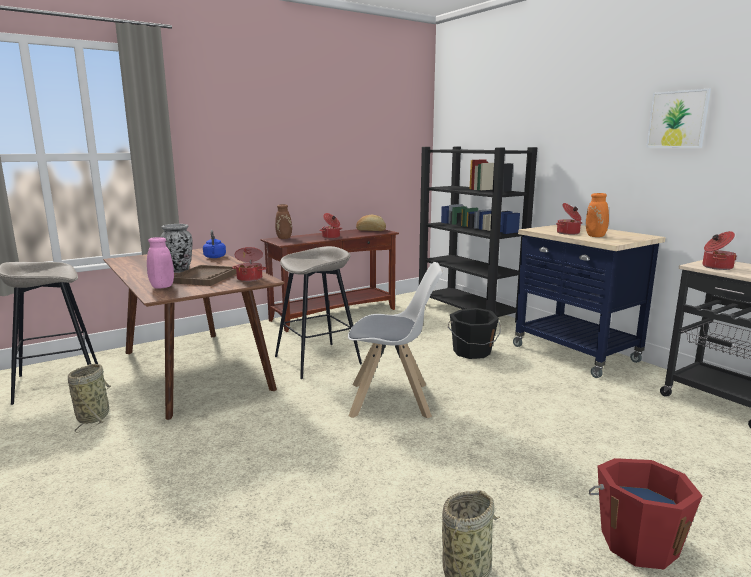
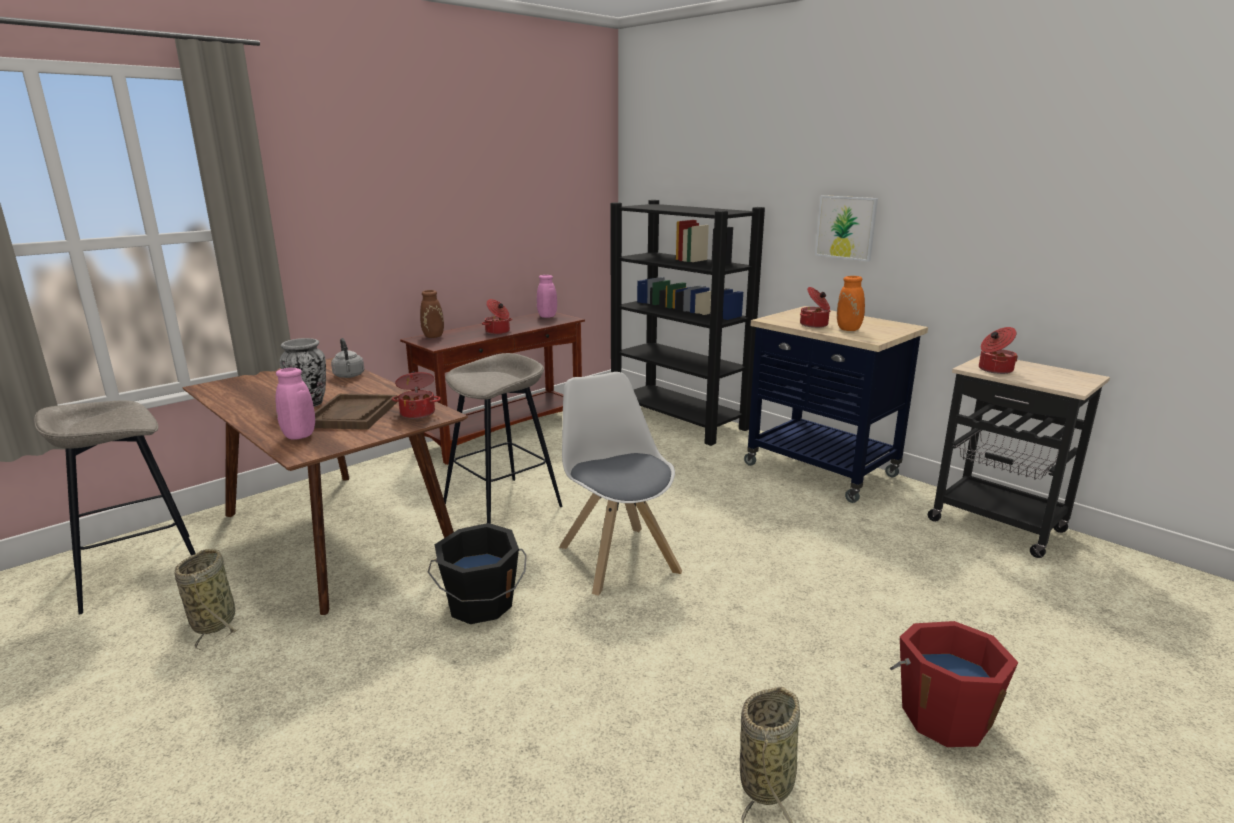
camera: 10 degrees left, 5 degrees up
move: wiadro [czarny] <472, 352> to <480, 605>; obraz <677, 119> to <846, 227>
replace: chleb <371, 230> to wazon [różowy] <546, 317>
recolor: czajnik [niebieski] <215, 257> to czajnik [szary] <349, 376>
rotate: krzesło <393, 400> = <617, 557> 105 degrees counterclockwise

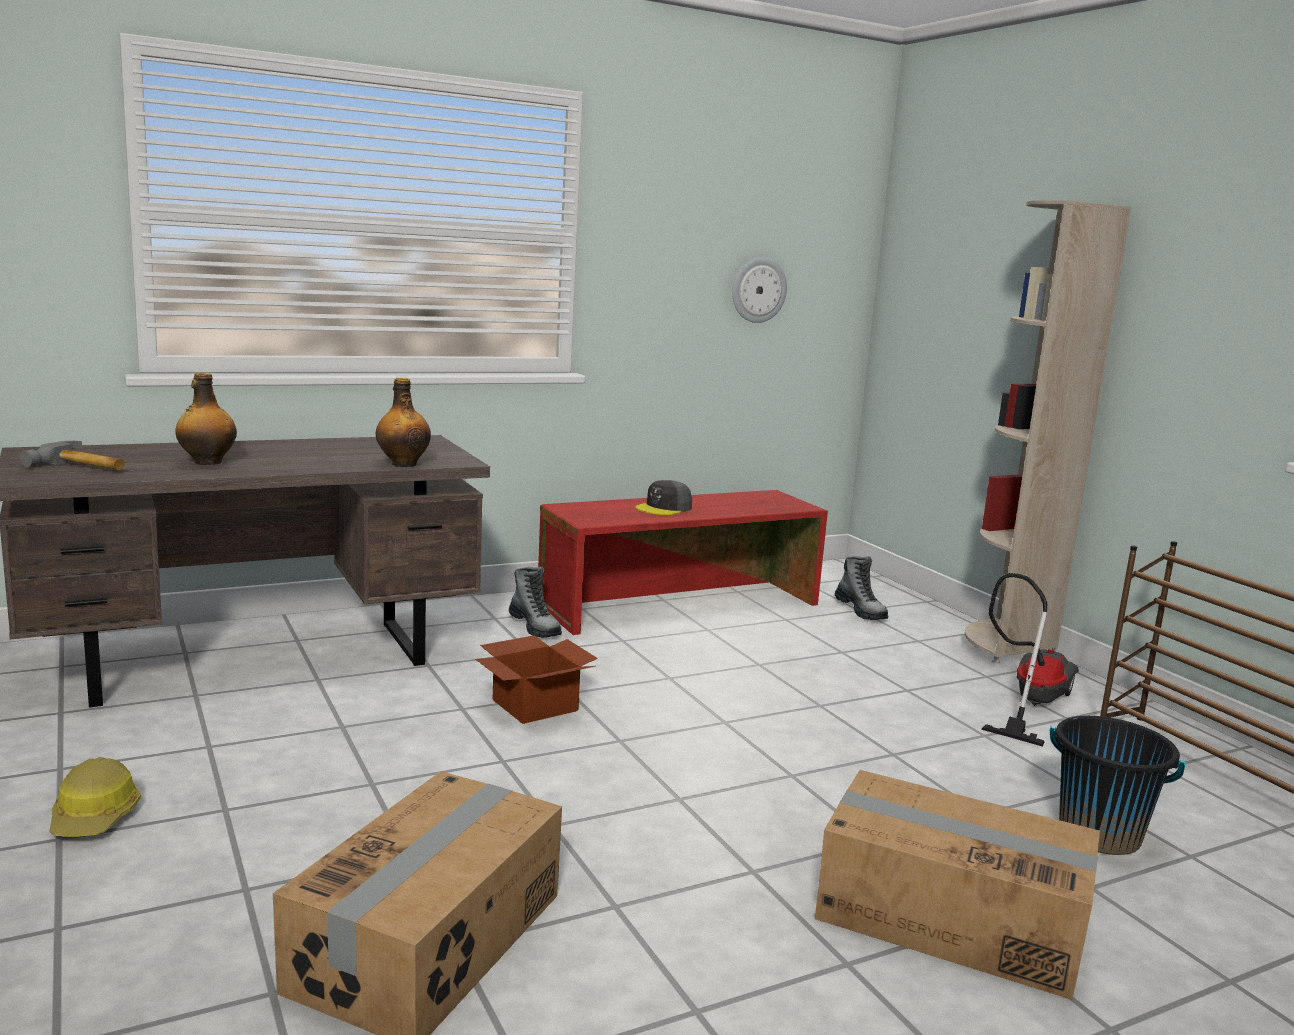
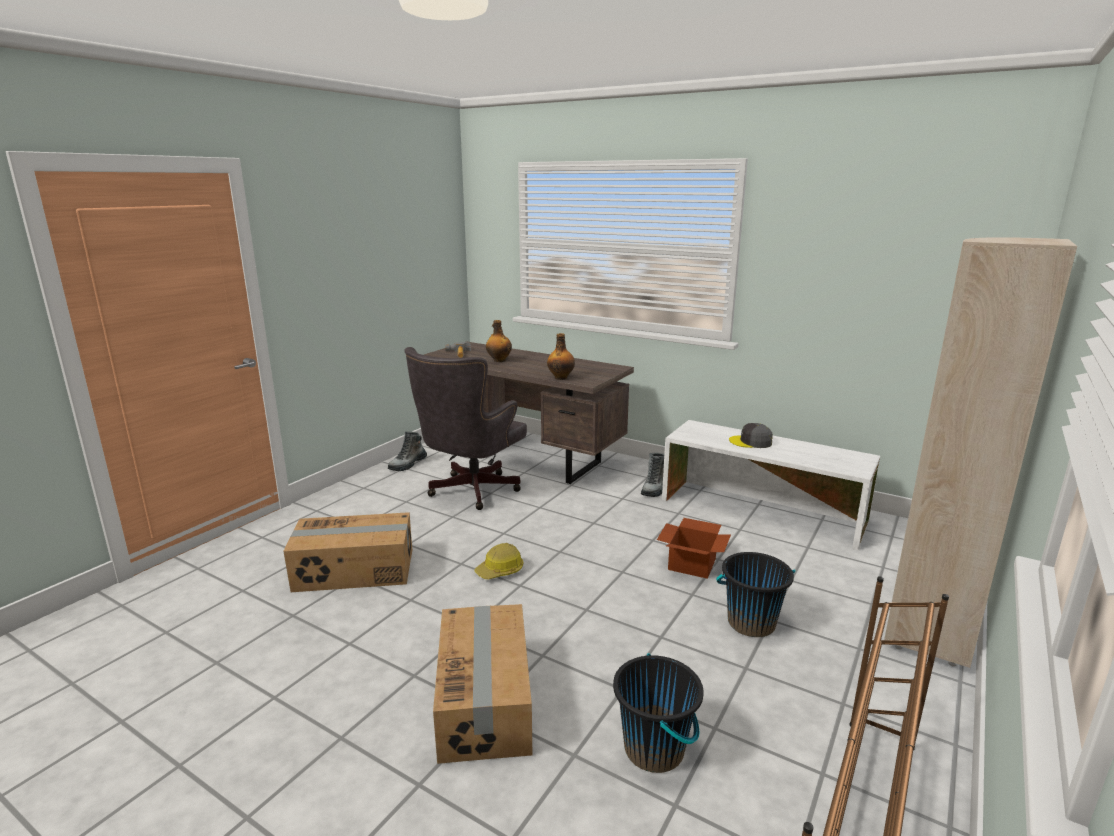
camera: 60 degrees right, 5 degrees up
delete: zegar ścienny <758, 290>; odkurzacz <1028, 702>
insert: krzesło biurowe [szary] <471, 492>; wiadro [czarny] <751, 623>
move: kask <95, 817> to <500, 571>; karton <535, 704> to <693, 564>; but z cholewką <861, 610> to <408, 464>
recolor: ławka [czerwony] <681, 603> to ławka [biały] <763, 510>

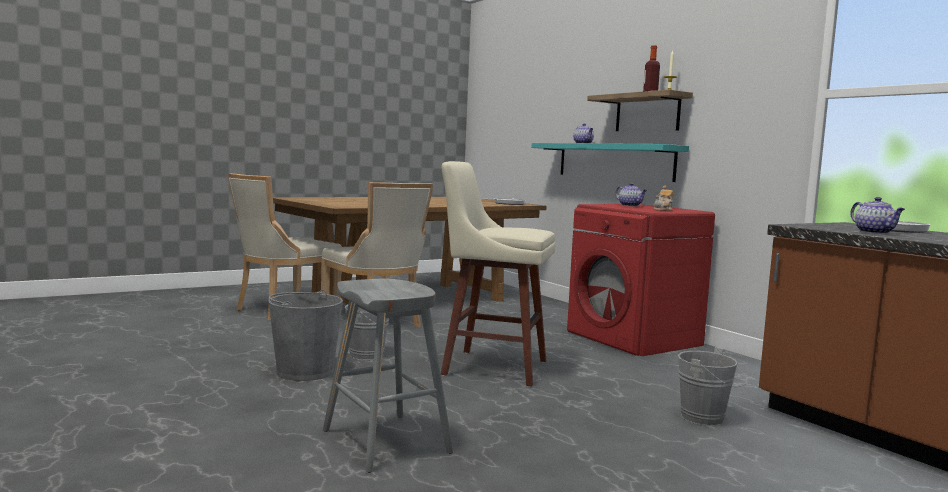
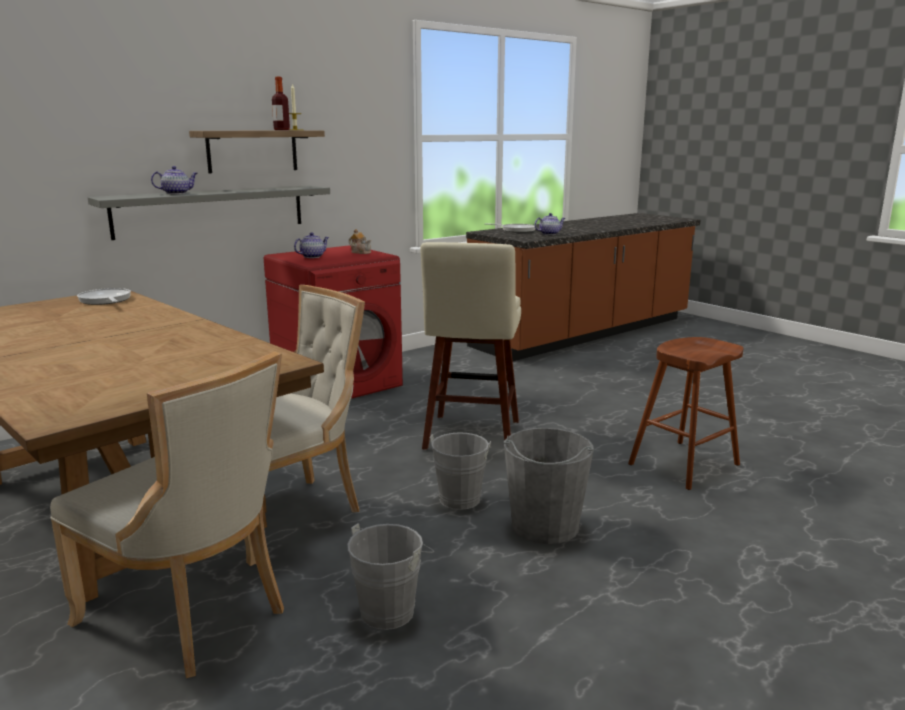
camera: 95 degrees left, 10 degrees up
move: wiadro [szary] <707, 419> to <391, 609>
recolor: stołek [szary] <385, 441> to stołek [brązowy] <683, 464>; półka [turkusowy] <614, 161> to półka [szary] <211, 211>

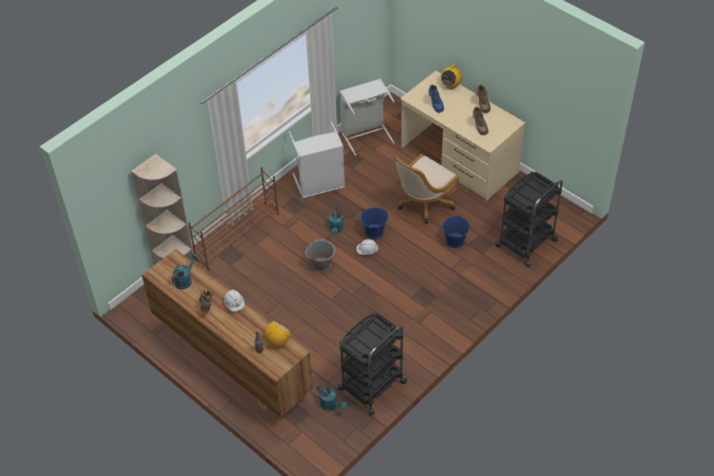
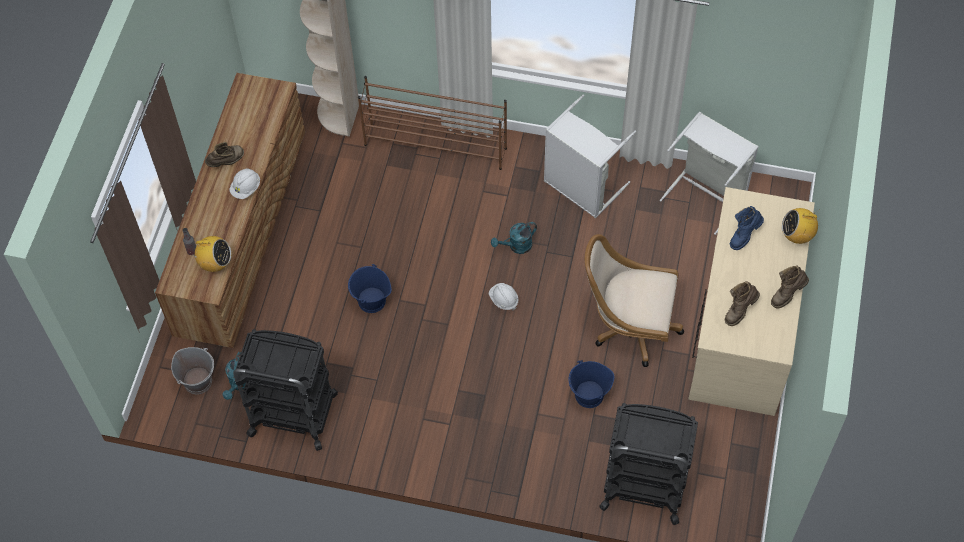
camera: 60 degrees right, 10 degrees up
delete: konewka [turkusowy] <185, 280>
move: wiadro [szary] <321, 265> to <198, 381>; wiadro [niebieski] <374, 232> to <371, 301>

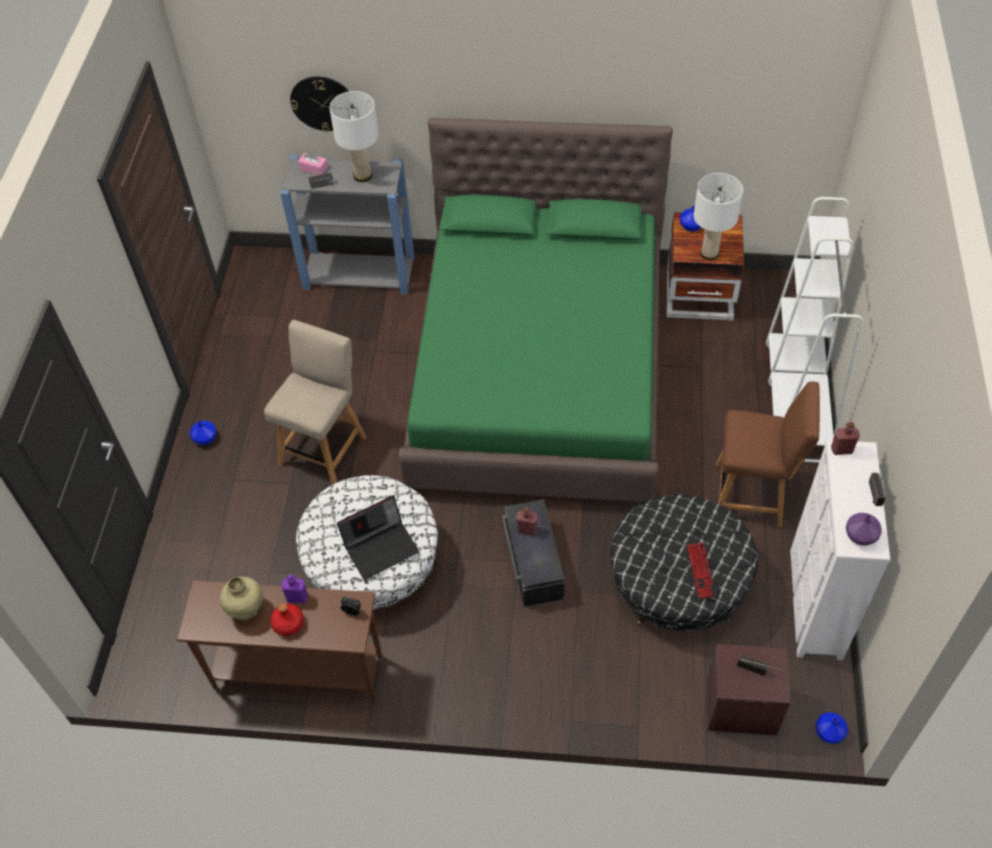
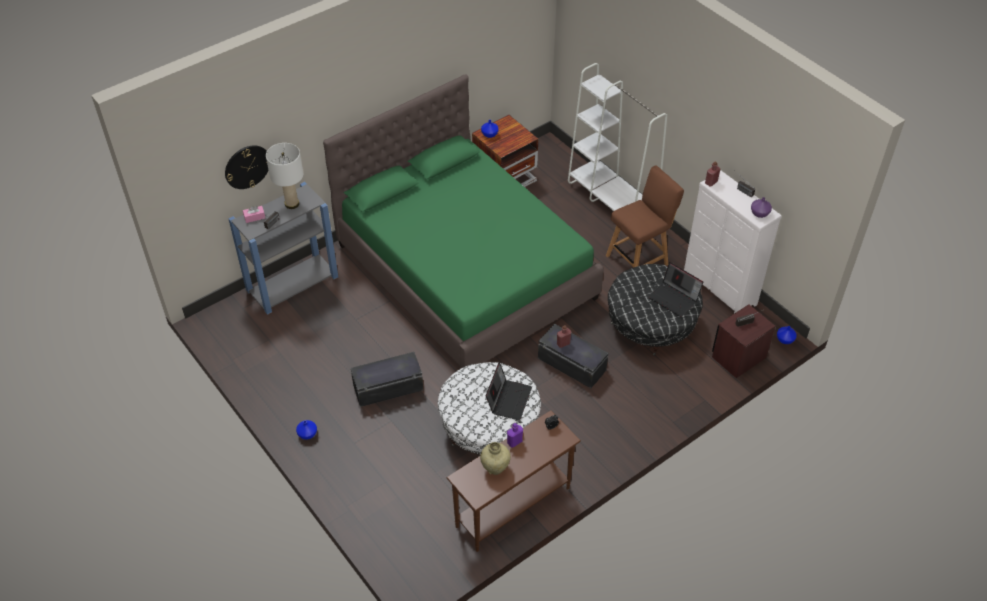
camera: 45 degrees left, 5 degrees down
delete: butelka [czerwony] <288, 623>; lampa stołowa [biały] <709, 253>
replace: krzesło [beżowy] <325, 447> to pojemnik do przechowywania [czarny] <388, 388>; klawiatura <701, 571> to laptop <674, 298>

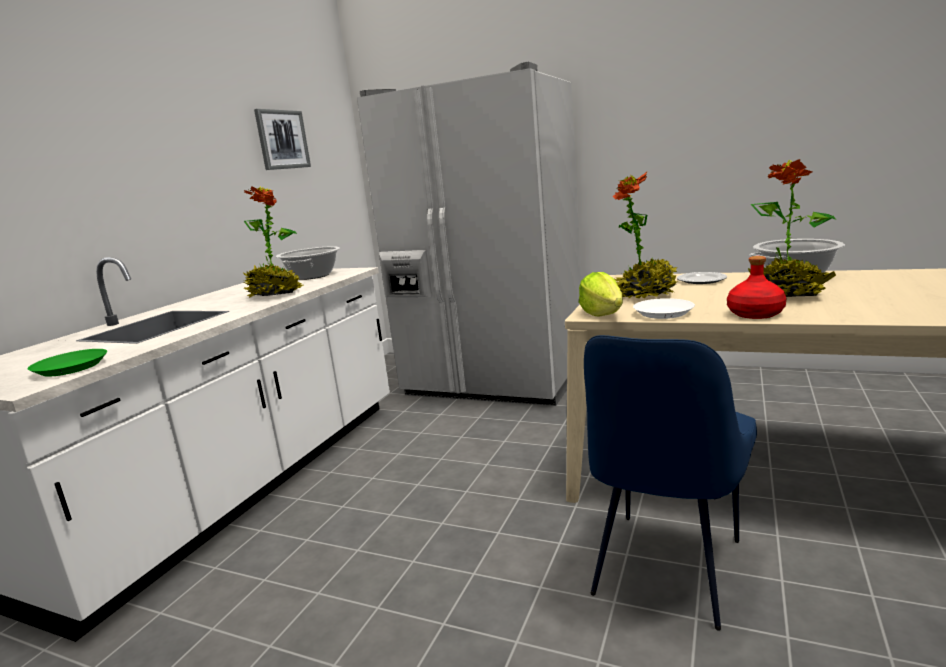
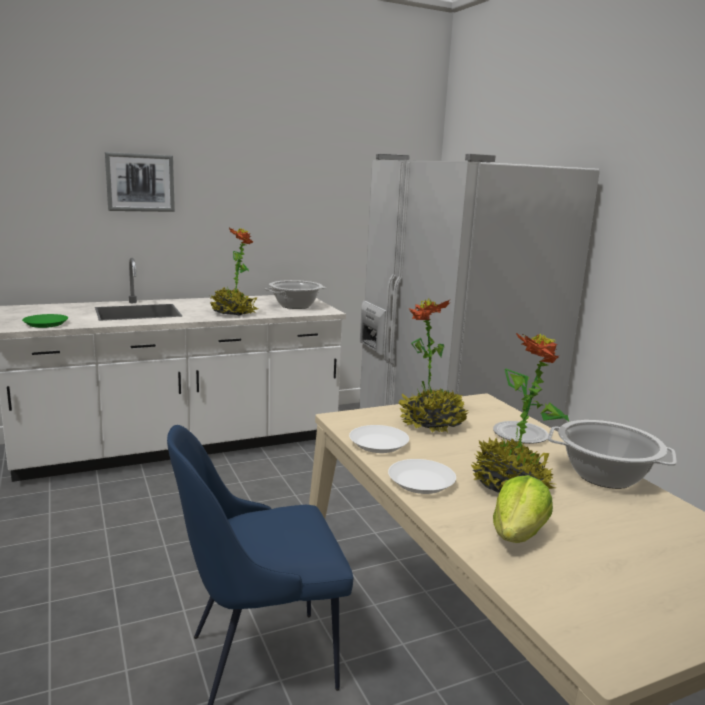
camera: 40 degrees right, 0 degrees up
move: obraz <282, 139> to <140, 182>; sałata <602, 314> to <518, 534>
replace: butelka [czerwony] <756, 314> to talerz [biały] <421, 482>

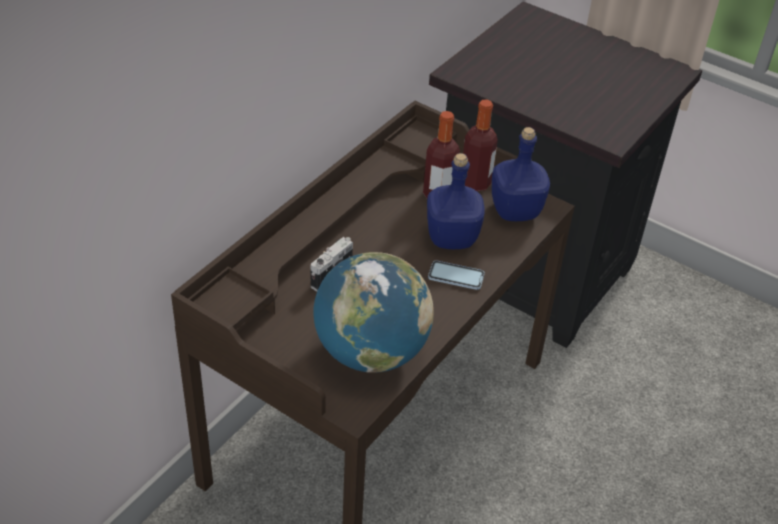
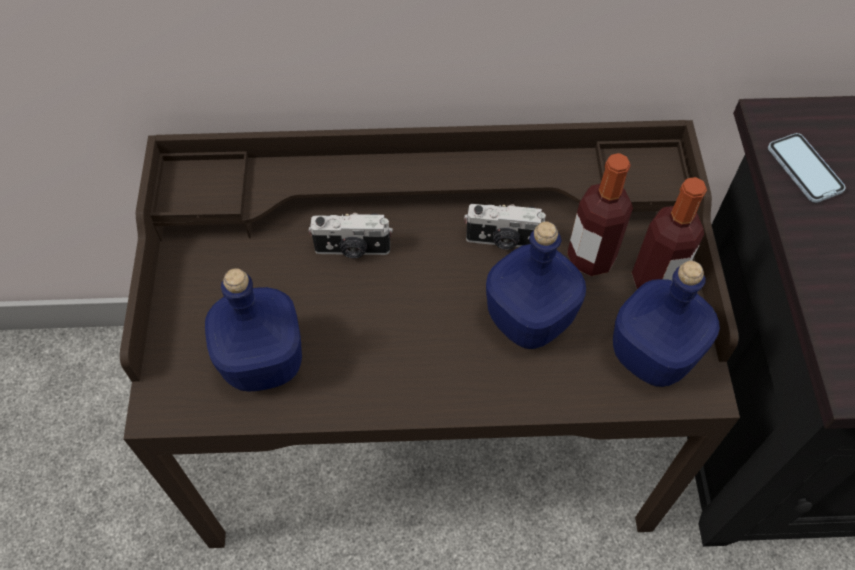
camera: 55 degrees right, 15 degrees up
insert: aparat fotograficzny <503, 241>
move: telefon <456, 276> to <804, 169>
replace: globus <371, 352> to butelka [niebieski] <264, 363>

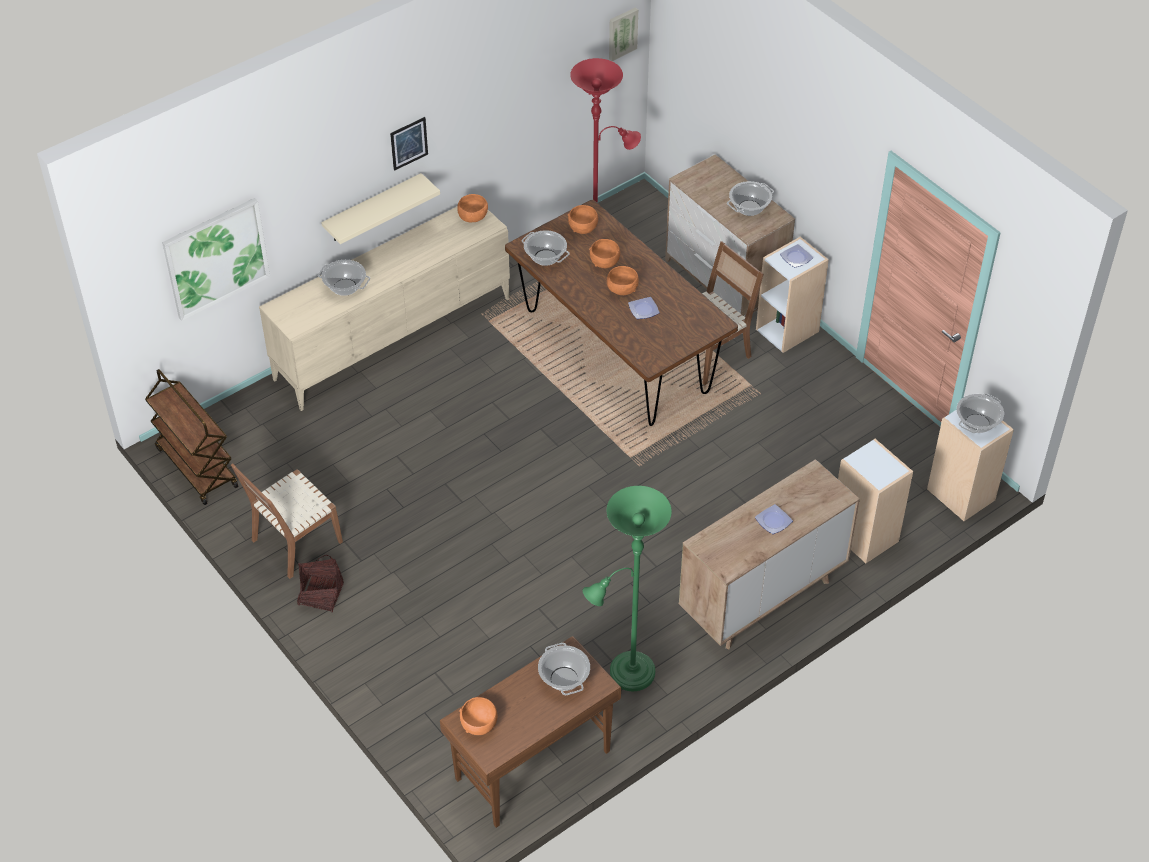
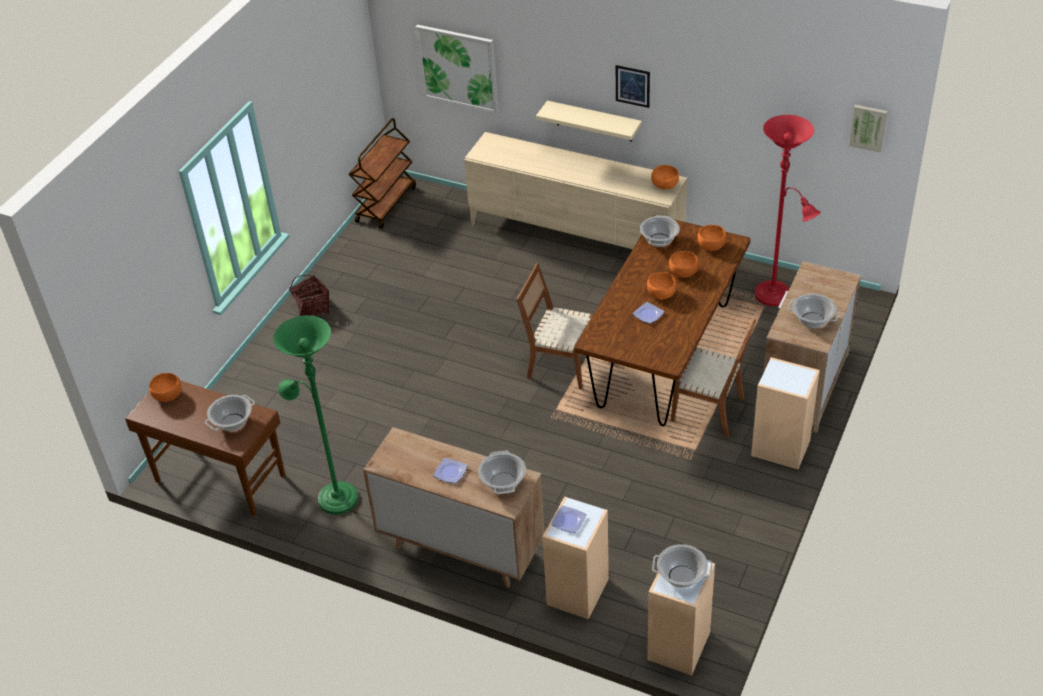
camera: 65 degrees right, 5 degrees down
move: krzesło <294, 544> to <559, 365>; garnek <345, 287> to <503, 482>; talerz <795, 258> to <568, 520>

